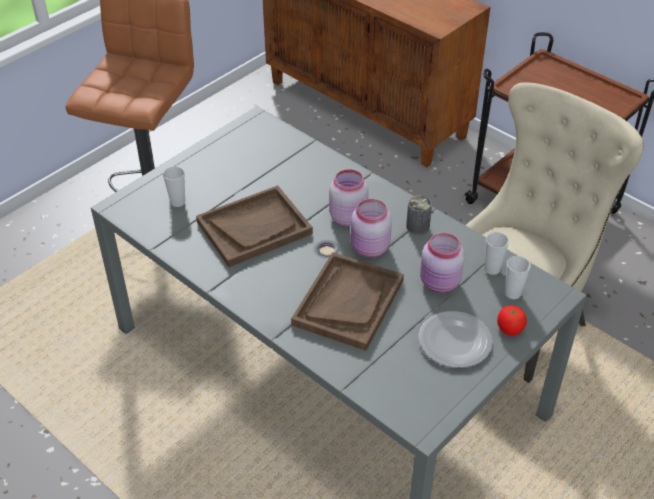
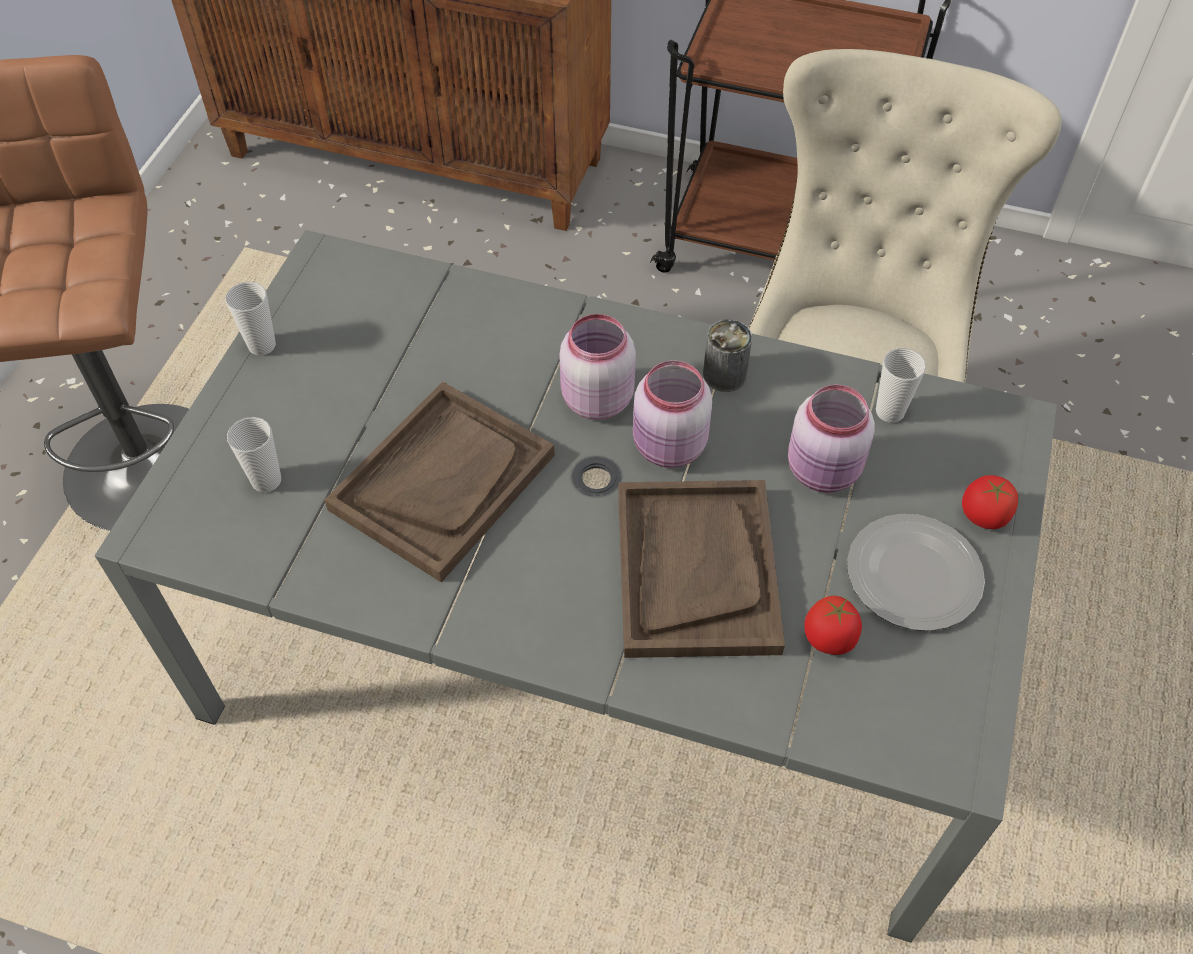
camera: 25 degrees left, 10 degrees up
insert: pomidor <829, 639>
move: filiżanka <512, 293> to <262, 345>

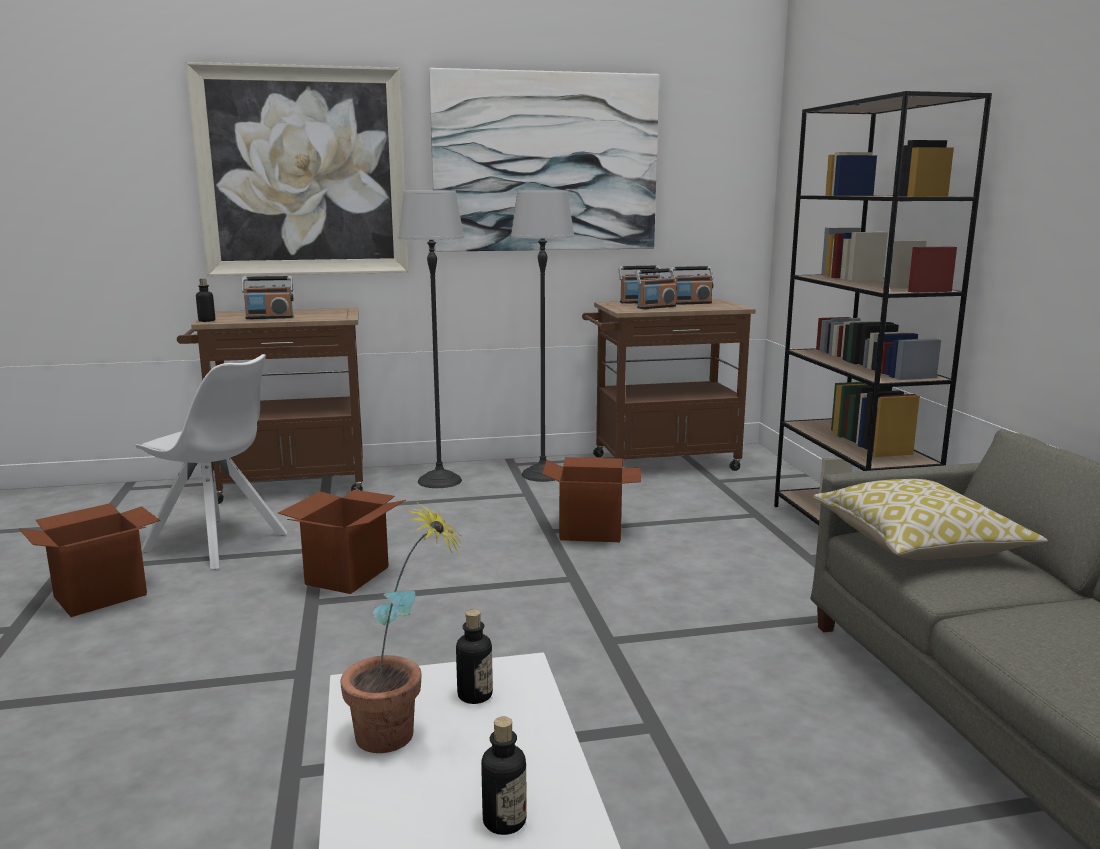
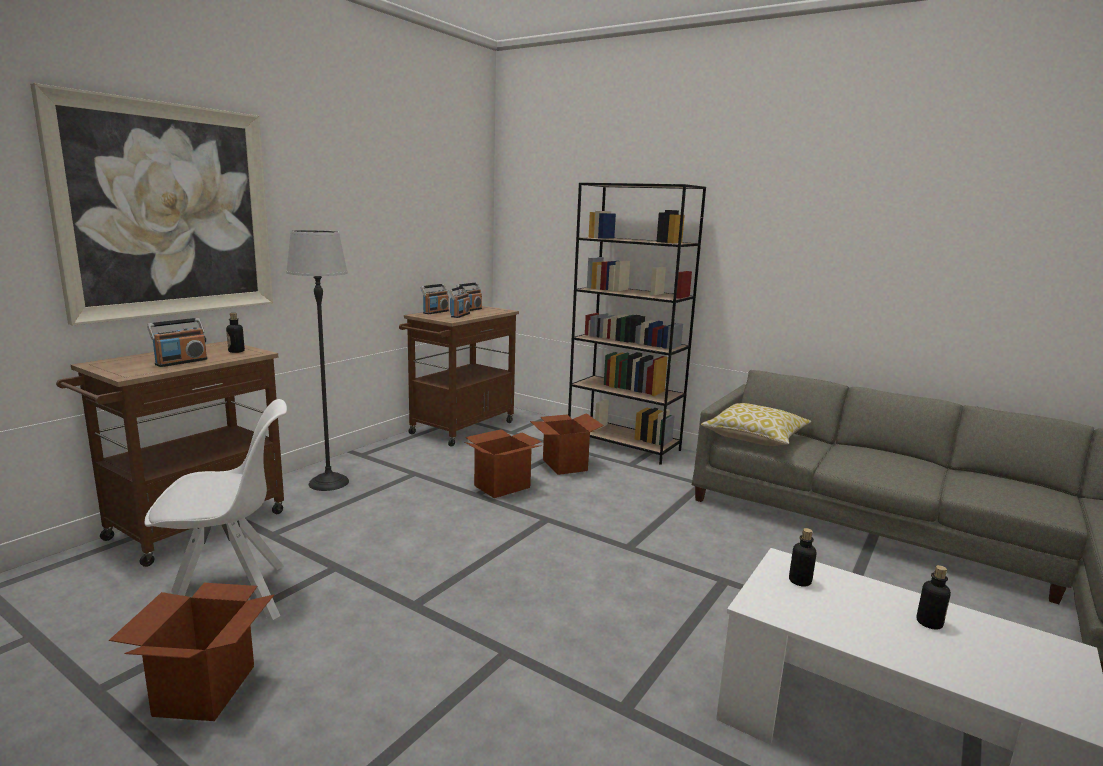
camera: 45 degrees left, 0 degrees up
delete: roślina doniczkowa <403, 736>; obraz <546, 163>; lampa stojąca <542, 474>
move: butelka <207, 321> to <236, 351>; karton <347, 575> to <564, 465>

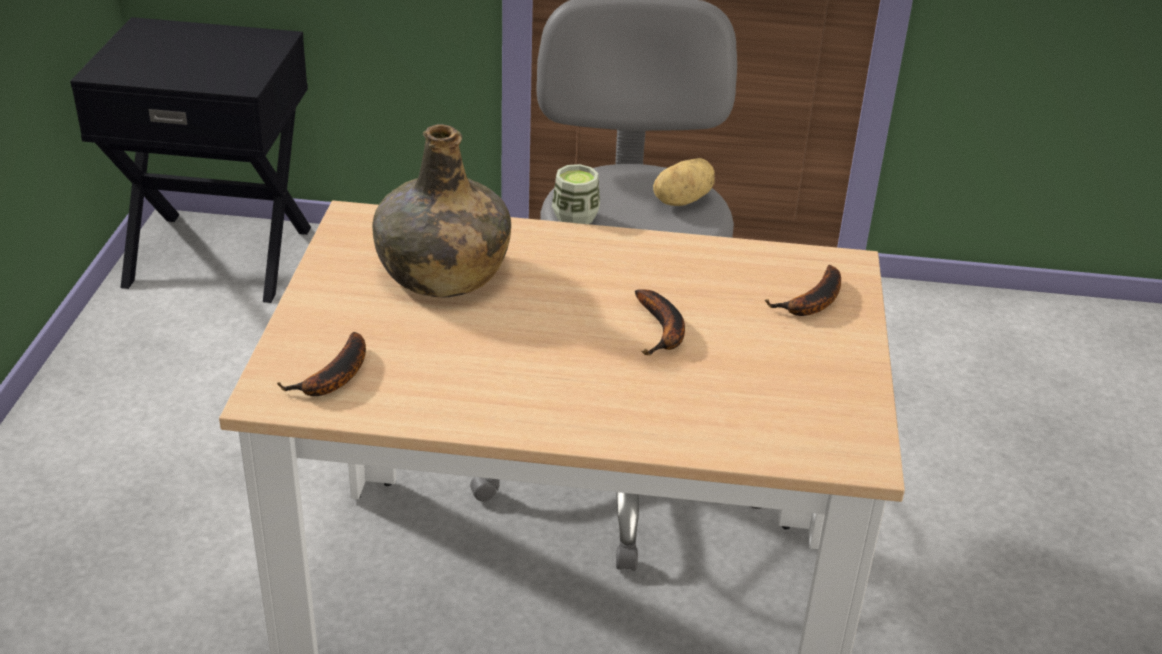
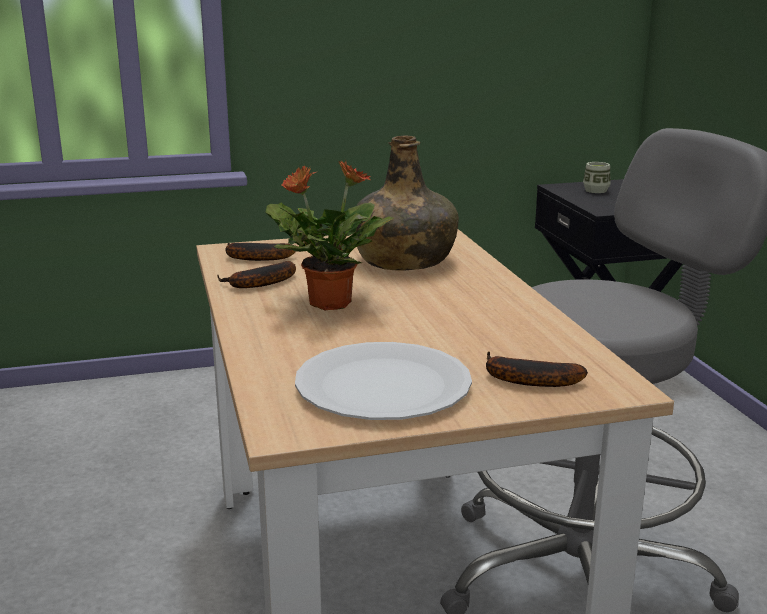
camera: 70 degrees right, 15 degrees down
delete: ziemniak <681, 200>
insert: roślina doniczkowa <328, 303>; talerz [biały] <382, 386>
move: filiżanka <575, 217> to <595, 190>; banan <662, 331> to <259, 284>

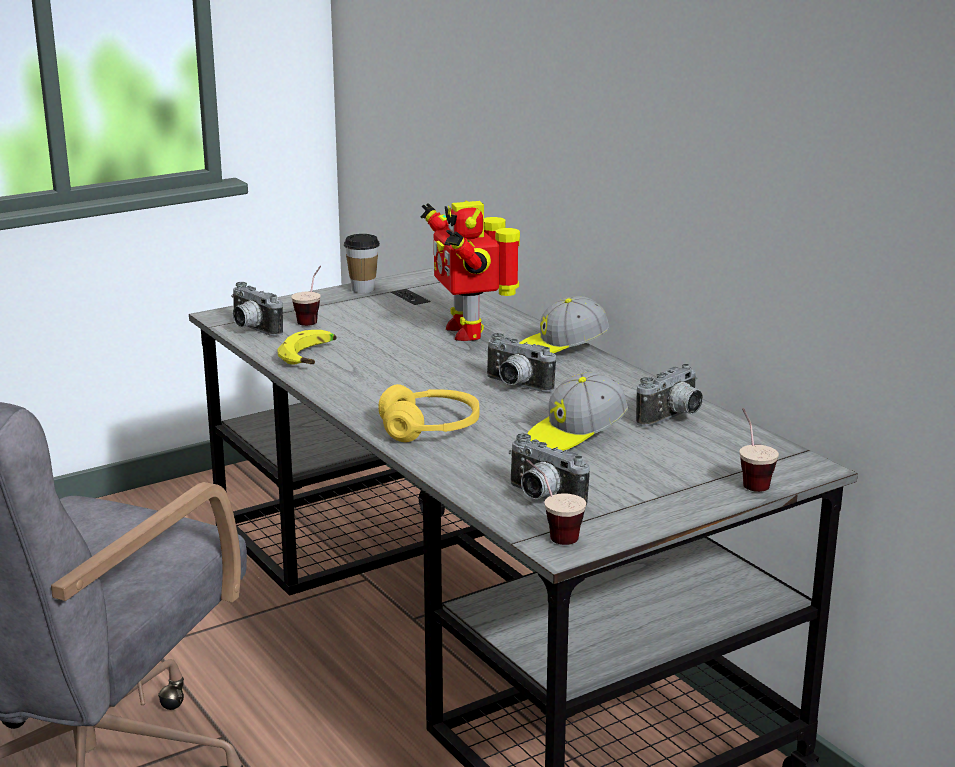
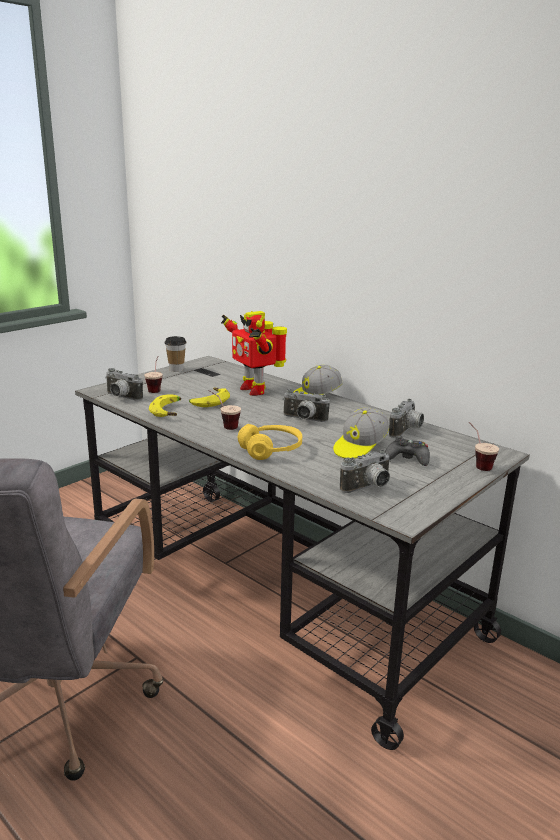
camera: 15 degrees left, 0 degrees up
insert: banan <208, 401>; pad do gier [czarny] <407, 458>
move: filiżanka <552, 533> to <224, 425>
rotate: aparat fotograficzny <541, 498> = <368, 488> 60 degrees counterclockwise

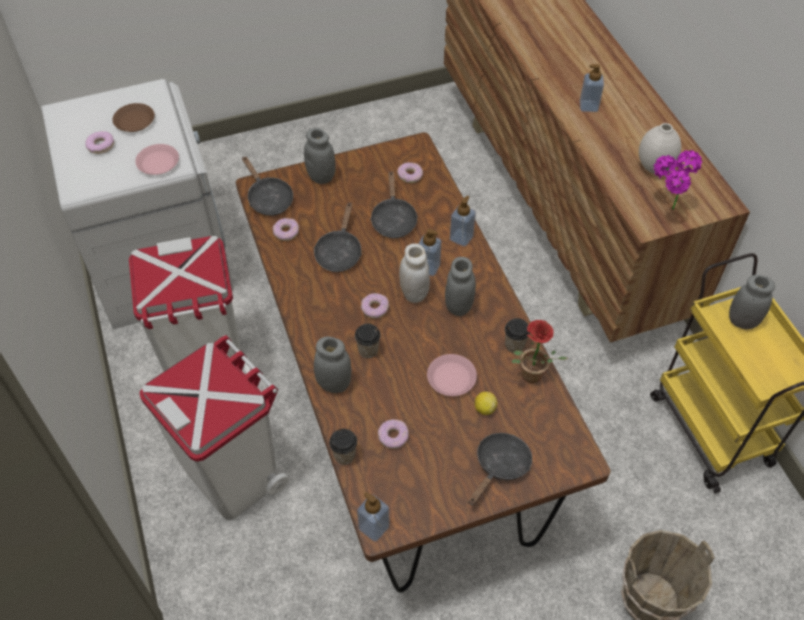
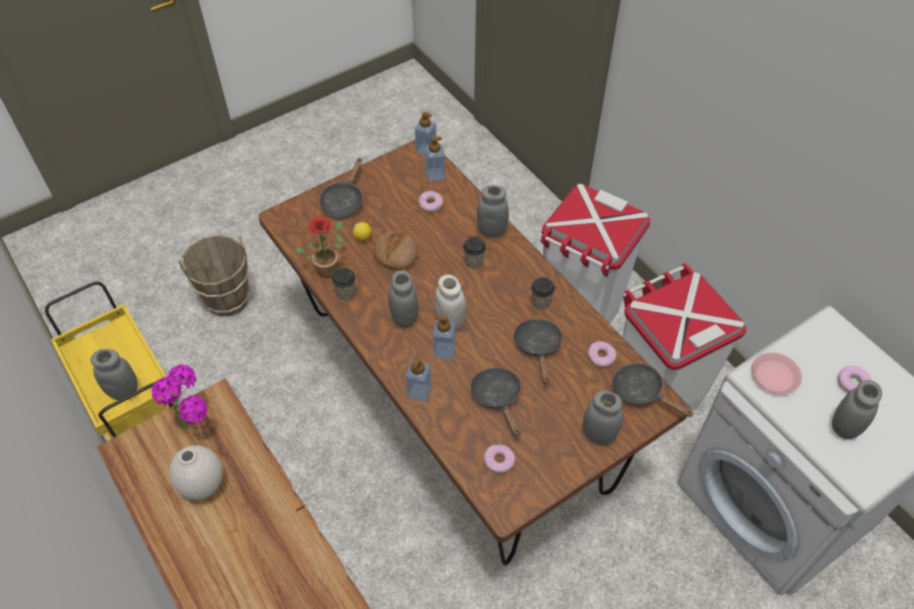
camera: 165 degrees right, 0 degrees up
delete: donut <374, 308>
move: filiżanka <344, 455> to <540, 303>; dozownik mydła <588, 106> to <435, 174>
replace: talerz [brązowy] <135, 121> to słoik [szary] <844, 427>; talerz [różowy] <451, 378> to chleb <395, 255>

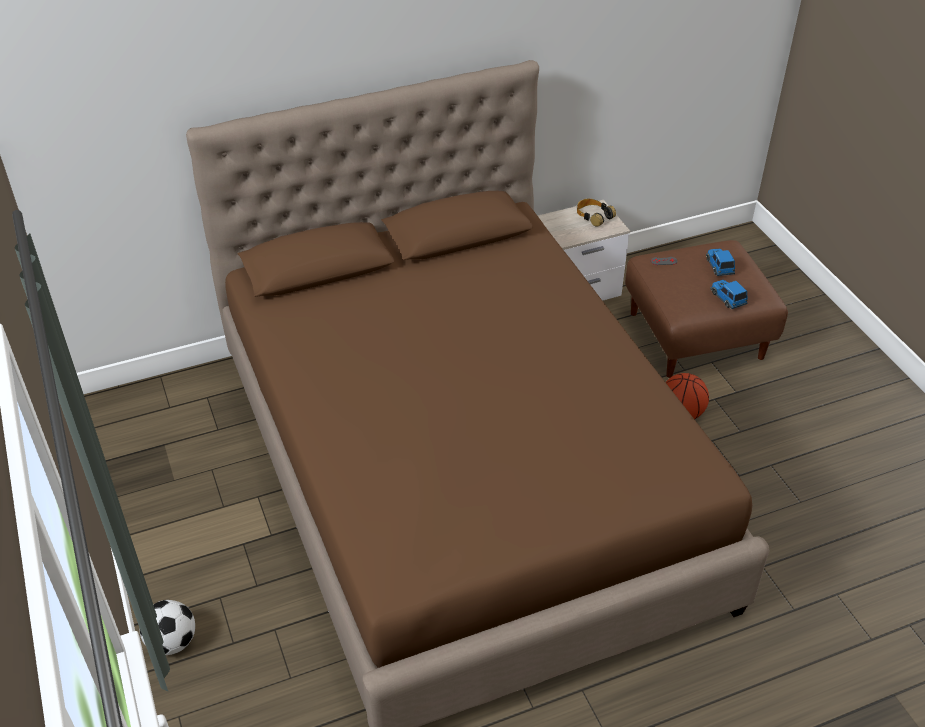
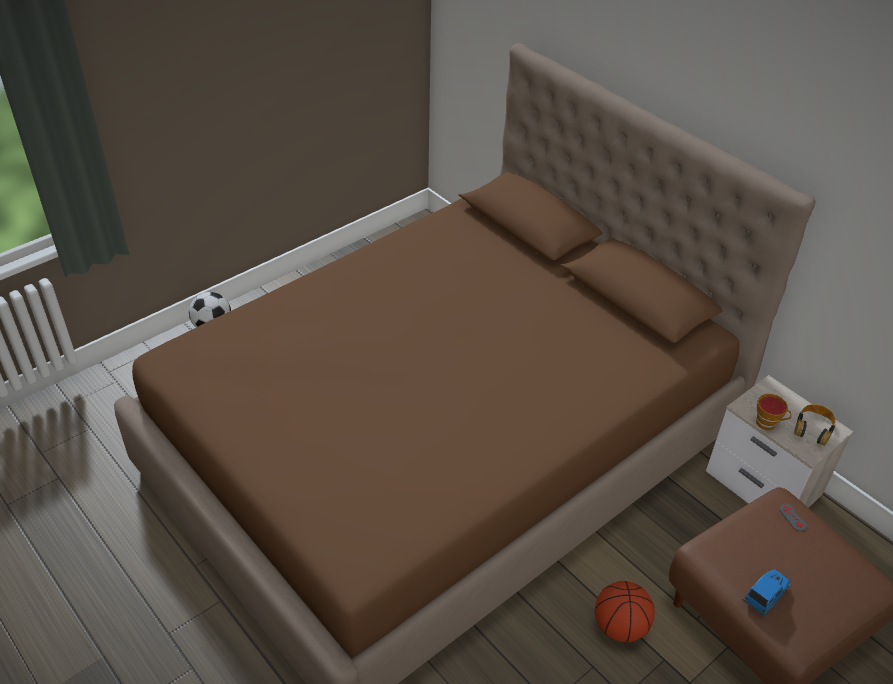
camera: 70 degrees right, 0 degrees up
delete: samochodzik <719, 266>
insert: filiżanka <768, 423>

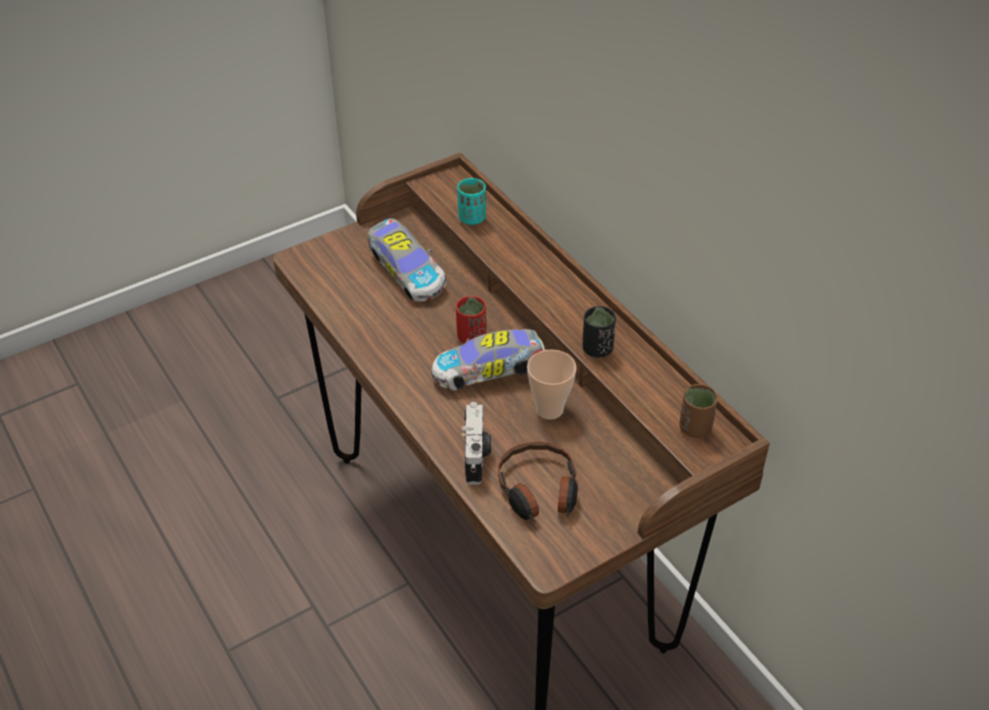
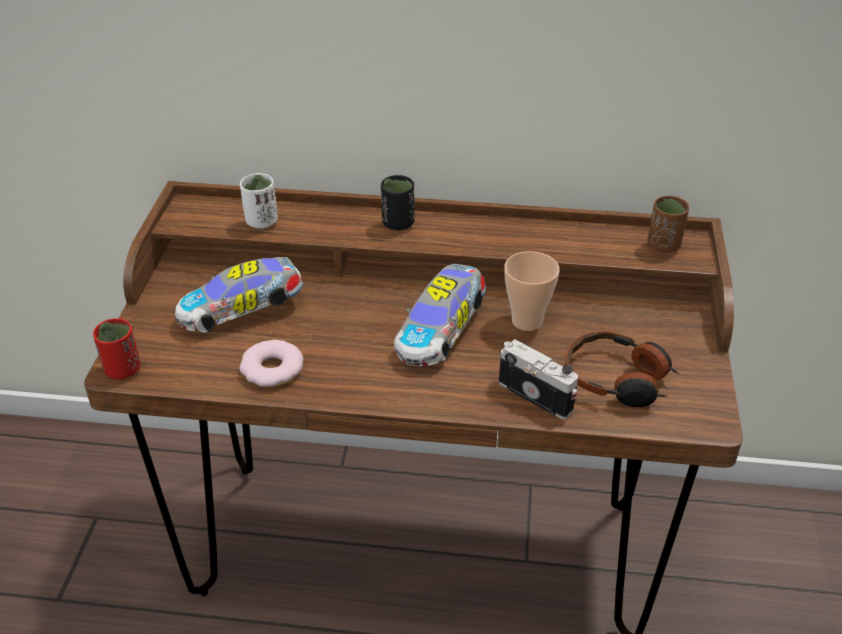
camera: 50 degrees left, 5 degrees down
insert: donut <272, 369>
move: filiżanka [czerwony] <471, 337> to <122, 369>; filiżanka [czarny] <597, 349> to <398, 223>
recolor: filiżanka [turkusowy] <472, 218> to filiżanka [biały] <261, 221>
rotate: samochodzik <405, 272> = <243, 310> 150 degrees clockwise

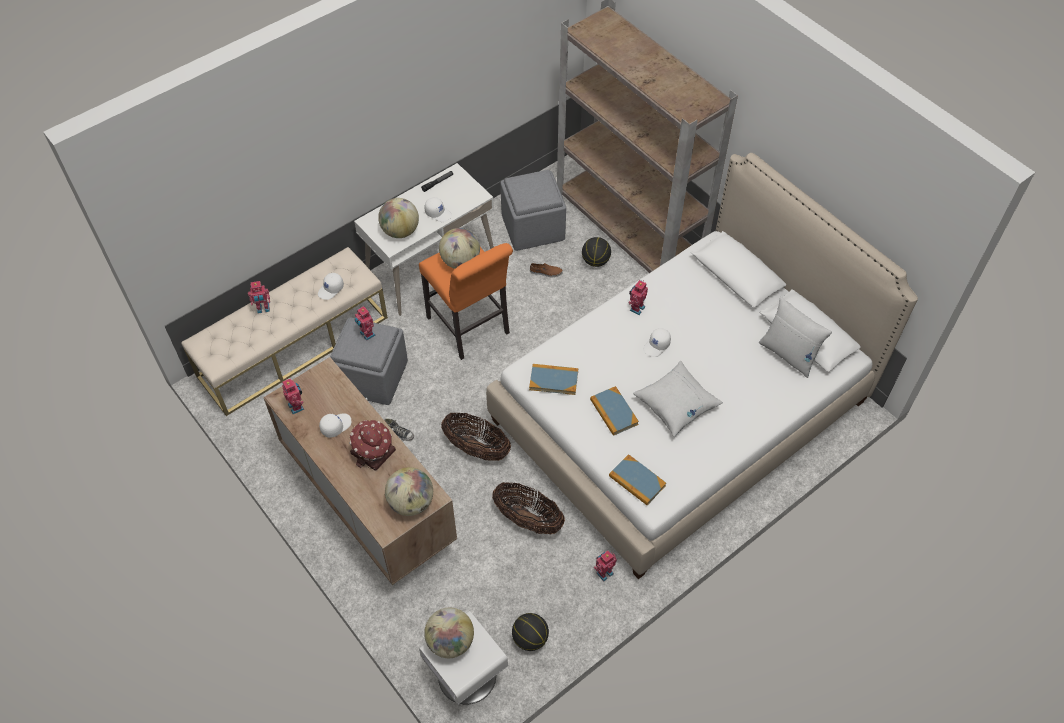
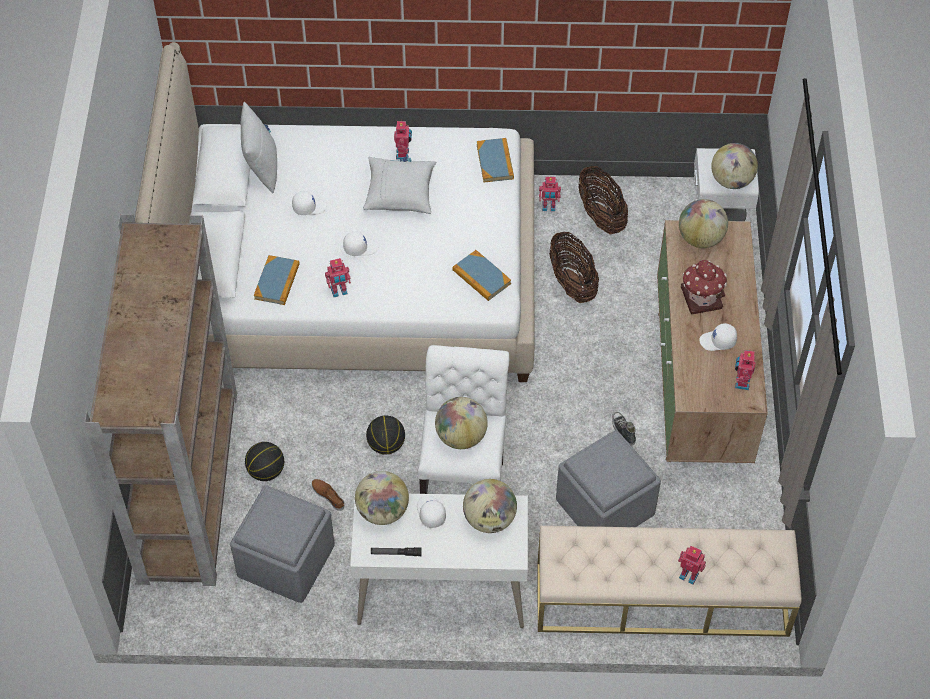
camera: 140 degrees left, 0 degrees up
insert: globus <382, 511>
move: czapka z daszkiem [biały] <331, 289> to <309, 206>; robot zabawkowy <366, 334> to <403, 154>; koszyk <476, 448> to <601, 216>; piłka do koszykówki <530, 638> to <386, 445>; książka <614, 412> to <277, 282>
recolor: stołek [pomarańczowy] <470, 329> to stołek [biały] <464, 488>

